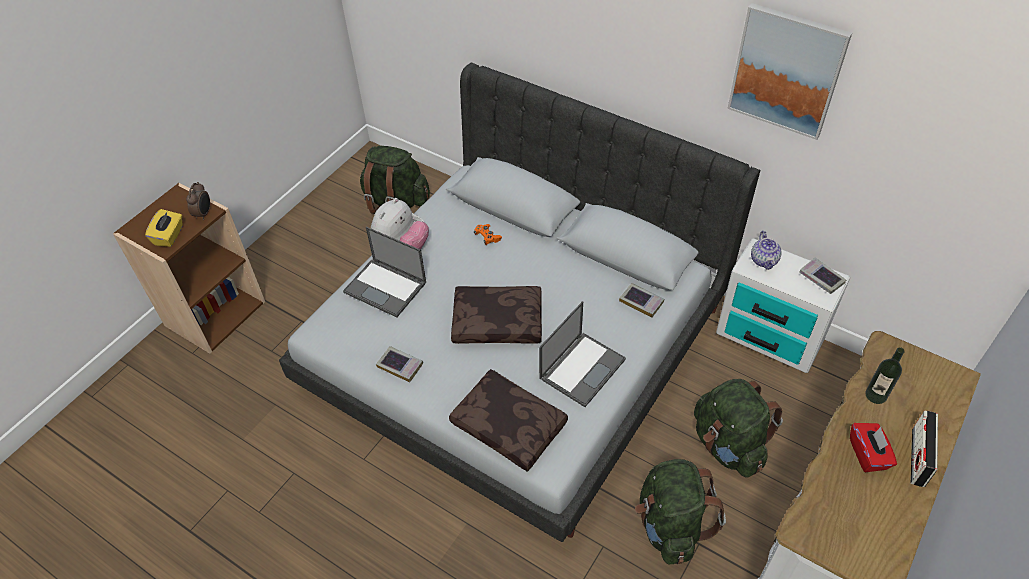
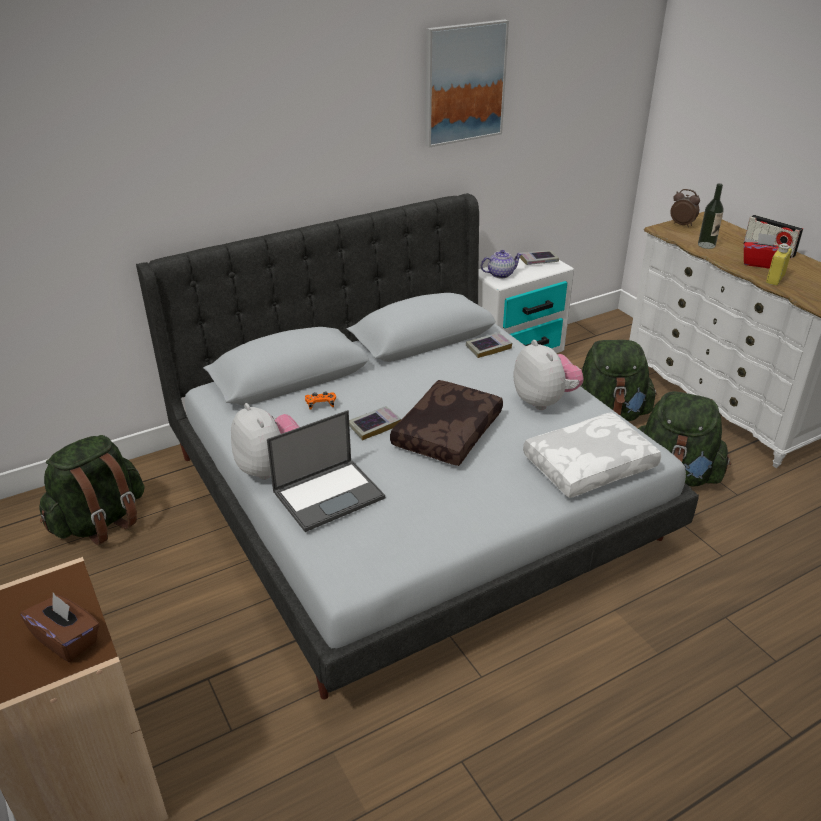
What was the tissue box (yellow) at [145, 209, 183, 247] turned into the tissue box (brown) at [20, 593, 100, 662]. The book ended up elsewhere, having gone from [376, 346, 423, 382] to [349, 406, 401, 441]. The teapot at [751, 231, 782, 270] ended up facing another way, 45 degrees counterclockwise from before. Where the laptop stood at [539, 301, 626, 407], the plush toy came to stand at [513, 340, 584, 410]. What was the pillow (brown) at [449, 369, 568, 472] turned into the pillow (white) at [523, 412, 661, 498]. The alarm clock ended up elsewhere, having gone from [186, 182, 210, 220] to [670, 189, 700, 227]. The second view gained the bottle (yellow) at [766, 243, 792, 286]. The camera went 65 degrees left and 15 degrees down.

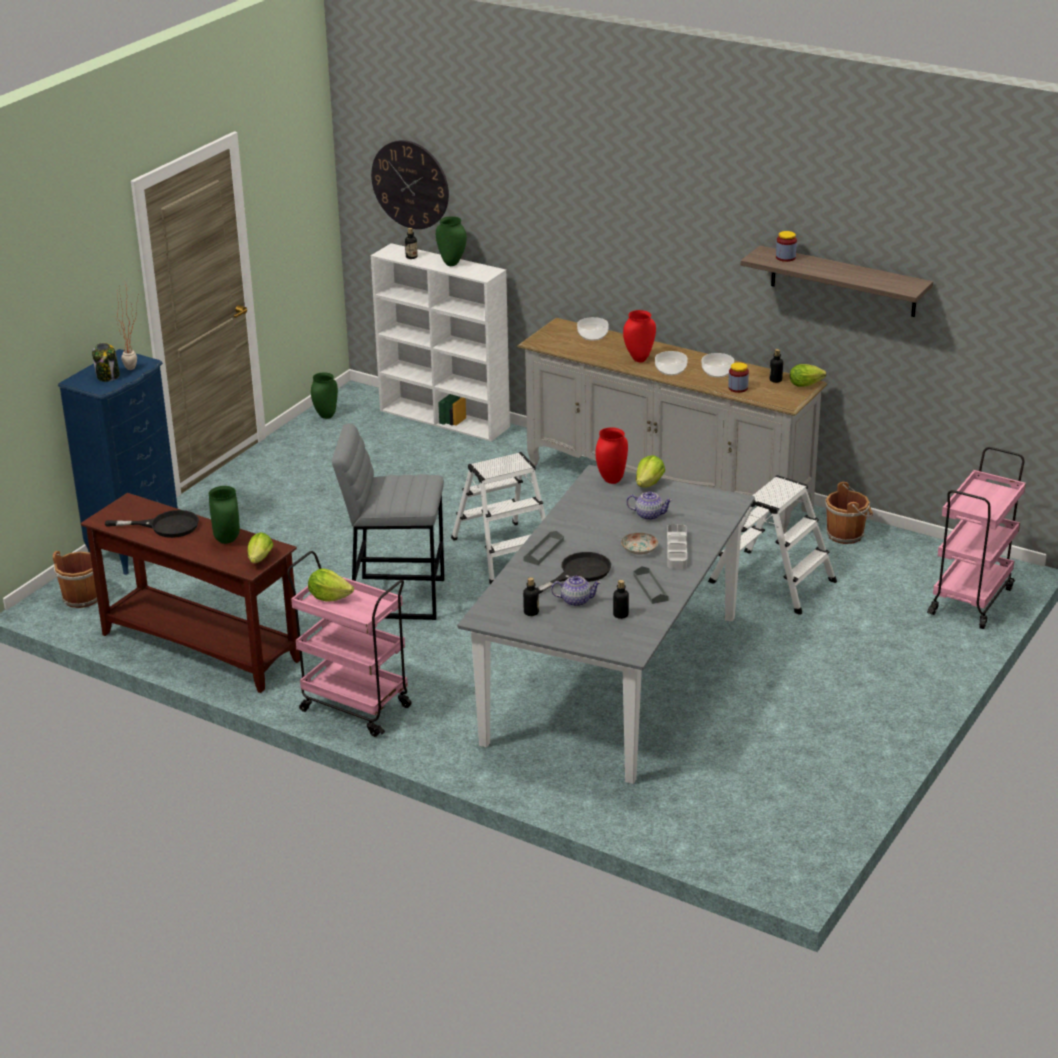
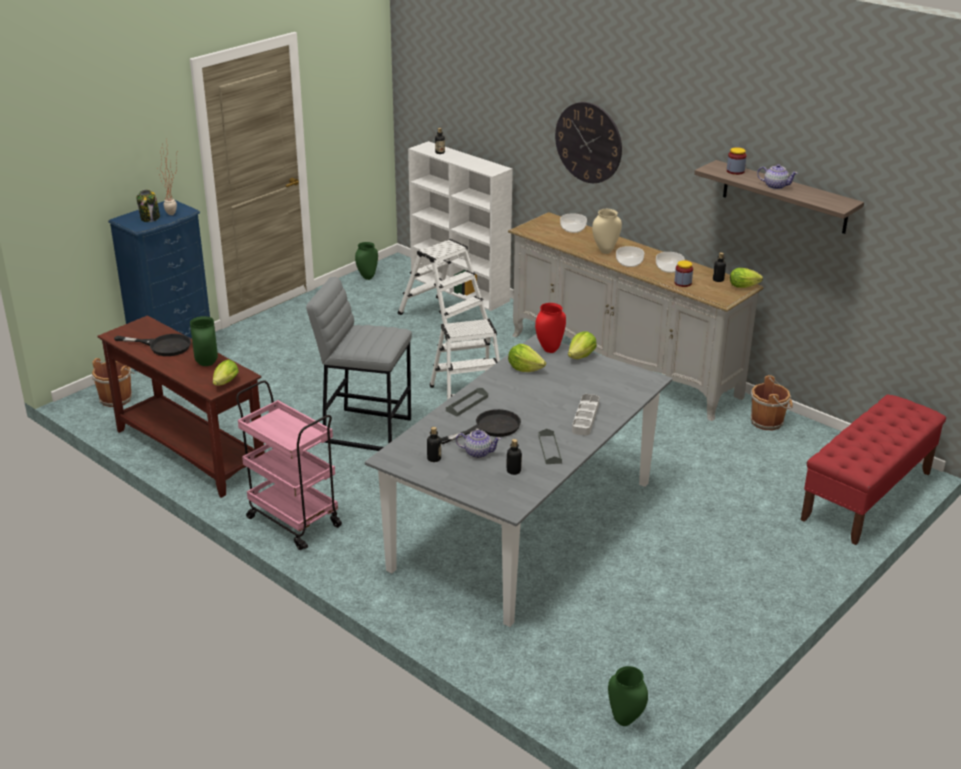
The step ladder (white) ended up elsewhere, having gone from [708, 475, 837, 615] to [398, 239, 488, 339]. The lettuce ended up elsewhere, having gone from [308, 568, 354, 602] to [508, 344, 546, 372]. The wall clock ended up elsewhere, having gone from [371, 140, 449, 229] to [555, 102, 622, 183]. What was the vase (red) at [623, 310, 656, 362] turned into the vase (beige) at [592, 209, 622, 254]. The vase (green) ended up elsewhere, having gone from [436, 216, 466, 266] to [608, 666, 648, 726]. The teapot ended up elsewhere, having gone from [626, 491, 673, 520] to [757, 164, 798, 190]. Where the cart (pink) stood at [927, 447, 1026, 629], the bench (red) came to stand at [801, 394, 946, 545]. The second view lost the plate at [621, 533, 658, 555]. The camera went 10 degrees right and 0 degrees up.

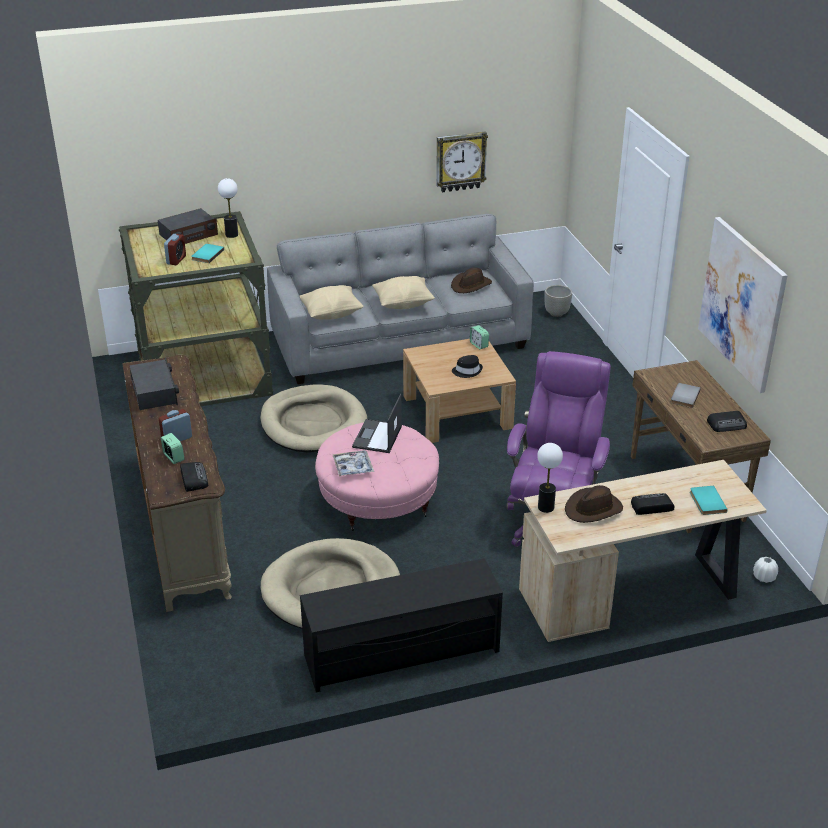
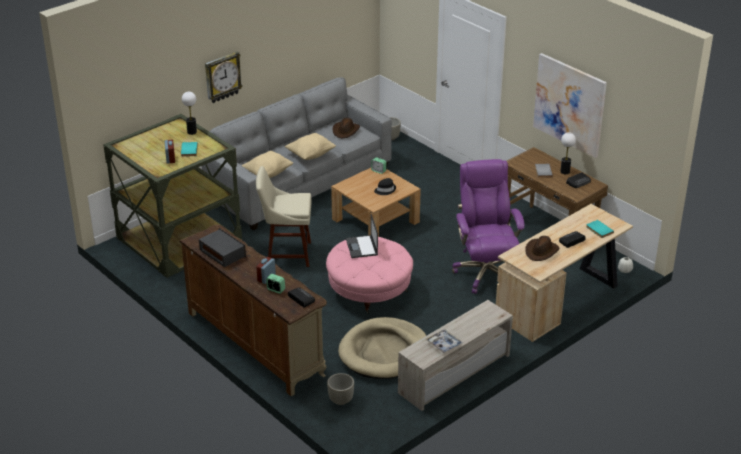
The wall clock ended up elsewhere, having gone from [436, 131, 488, 192] to [205, 51, 243, 103]. Where the dog bed (beige) stood at [260, 385, 367, 453], the stool (beige) came to stand at [256, 166, 312, 267]. The second view gained the planter (grey) at [327, 373, 354, 405]. What was the tv stand (black) at [300, 558, 503, 693] turned into the tv stand (white) at [398, 300, 513, 411]. The tray ended up elsewhere, having gone from [332, 450, 374, 477] to [425, 329, 463, 354]. The table lamp ended up elsewhere, having gone from [537, 443, 563, 513] to [560, 132, 576, 174]. The second view lost the radio at [158, 208, 218, 244]. The camera went 25 degrees left and 0 degrees up.

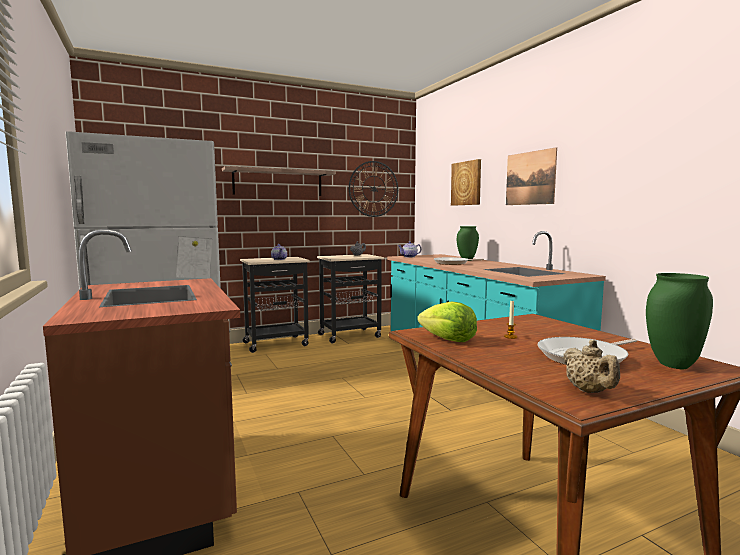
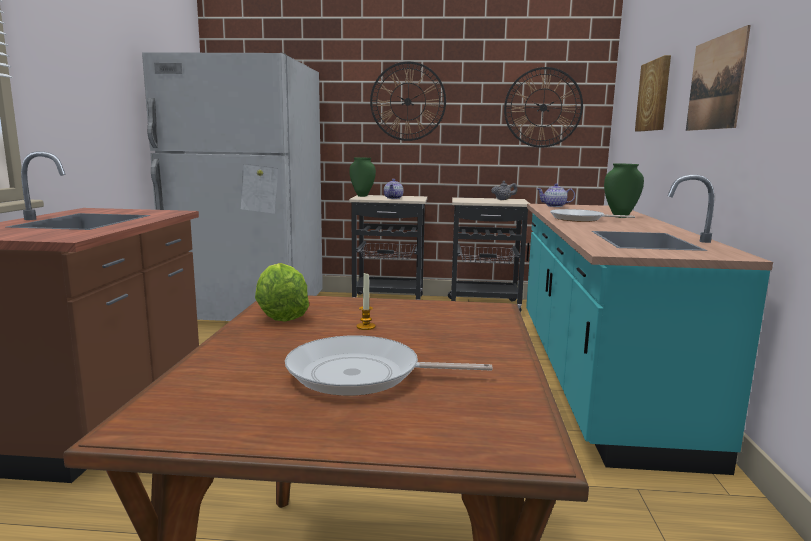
The vase (green) ended up elsewhere, having gone from [646, 273, 713, 369] to [349, 158, 376, 197]. Where the shelf hung at [222, 166, 336, 196], the wall clock came to hang at [370, 61, 446, 141]. The second view lost the teapot (beige) at [563, 340, 620, 393]. The camera went 30 degrees right and 5 degrees up.

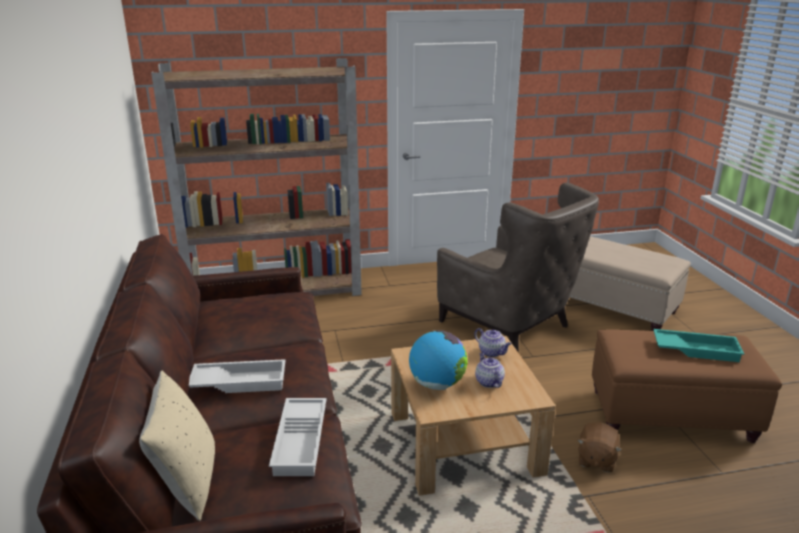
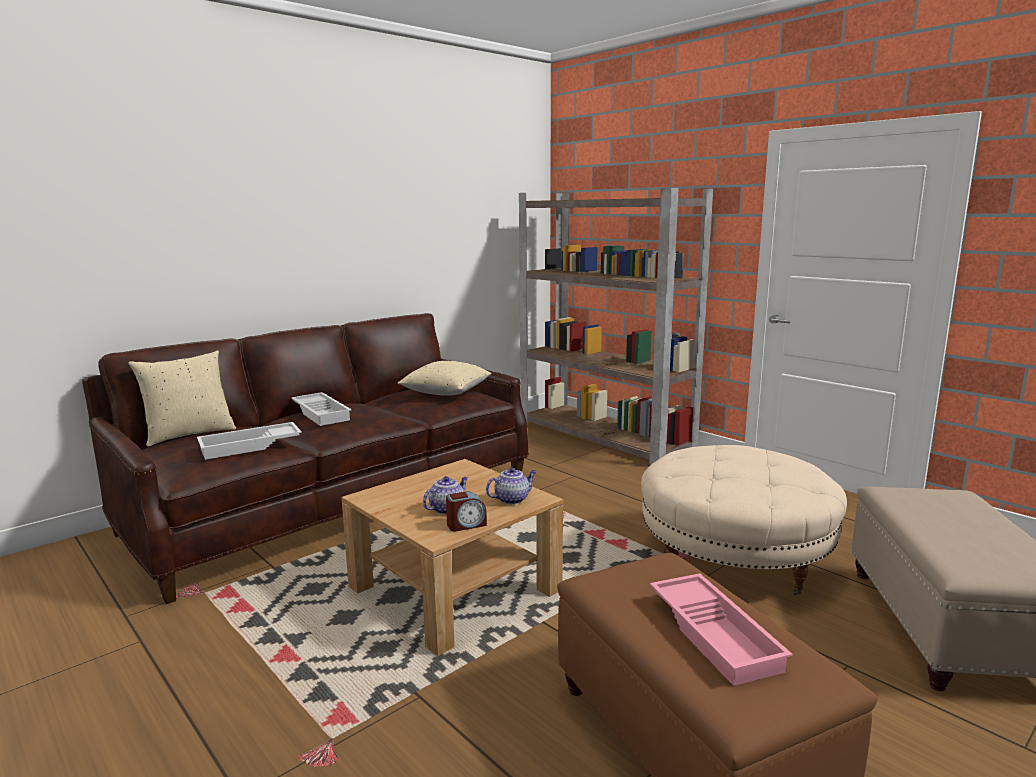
The second view gained the pillow (beige) at [398, 361, 492, 396]. The second view gained the alarm clock at [446, 491, 487, 531]. The teapot at [474, 328, 511, 357] ended up facing another way, 135 degrees counterclockwise from before. Where the armchair (grey) stood at [437, 182, 599, 353], the ottoman (beige) came to stand at [641, 445, 847, 595]. What was the tray (turquoise) at [653, 329, 744, 362] turned into the tray (pink) at [650, 573, 793, 686]. The second view lost the globe at [409, 330, 468, 390]. The second view lost the plush toy (brown) at [577, 422, 622, 473]. The camera went 60 degrees right and 10 degrees down.

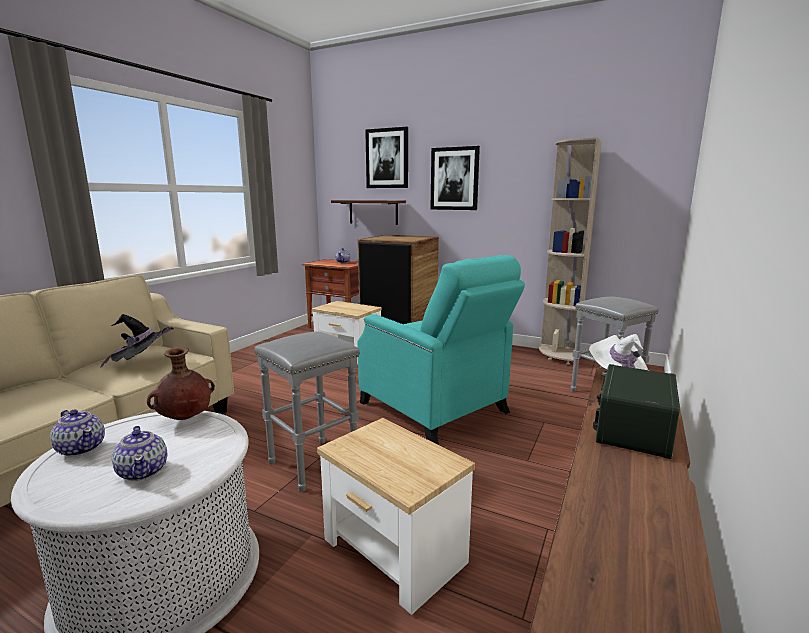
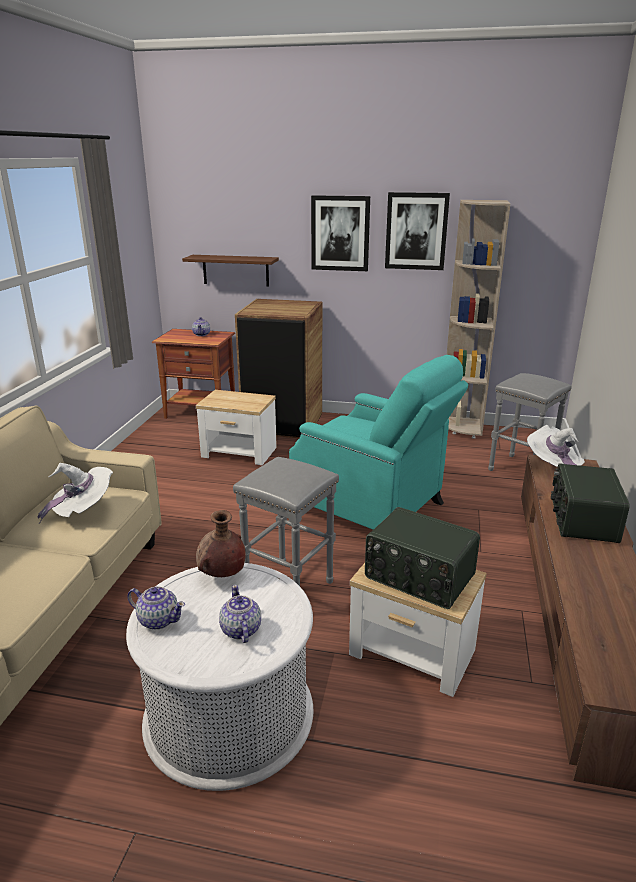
What was the hat (black) at [100, 314, 174, 368] turned into the hat (white) at [38, 463, 113, 524]. The teapot at [112, 426, 167, 481] ended up facing another way, 150 degrees counterclockwise from before. The second view gained the radio at [365, 507, 480, 609]. The picture ended up elsewhere, having gone from [365, 127, 408, 188] to [385, 192, 450, 270]. The camera went 15 degrees left and 10 degrees up.

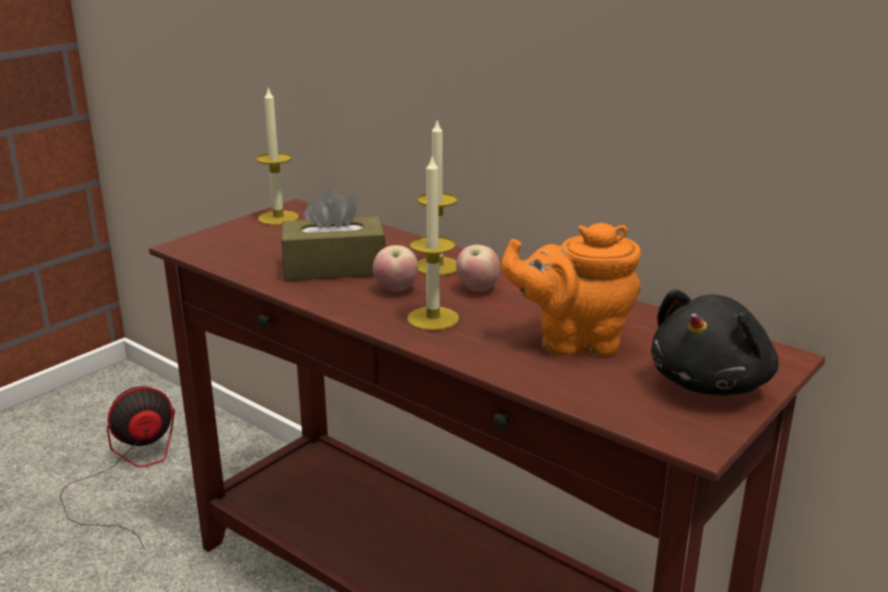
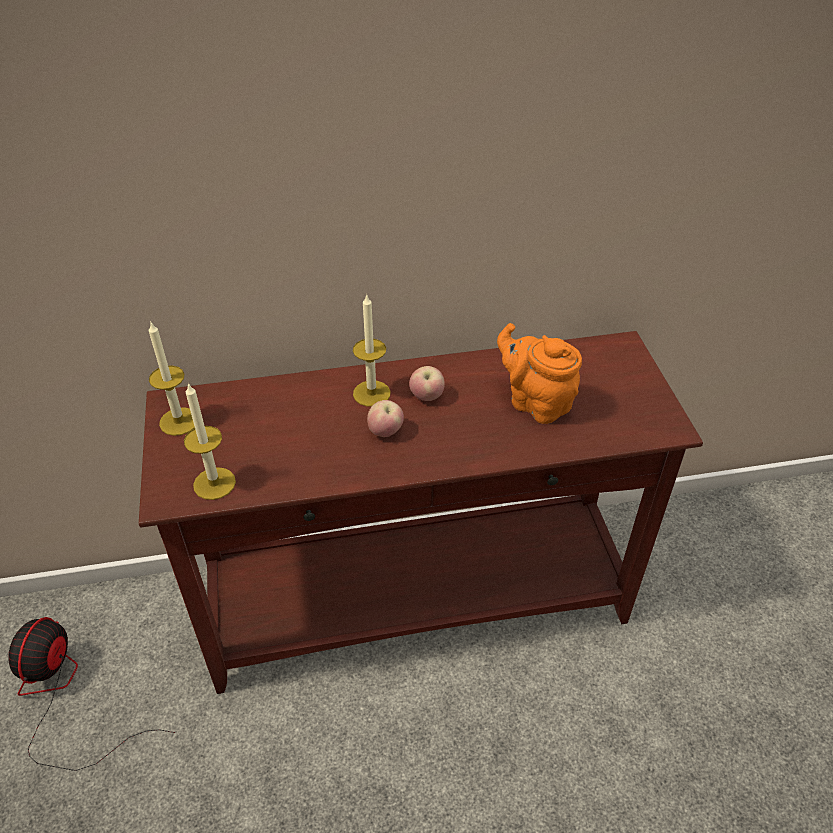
The candle ended up elsewhere, having gone from [407, 154, 459, 331] to [184, 383, 236, 500]. The teapot (orange) at [501, 223, 641, 356] ended up facing another way, 90 degrees clockwise from before. The second view lost the tissue box (brown) at [281, 188, 386, 281]. The second view lost the plush toy (black) at [651, 289, 779, 395]. The camera went 50 degrees left and 20 degrees up.

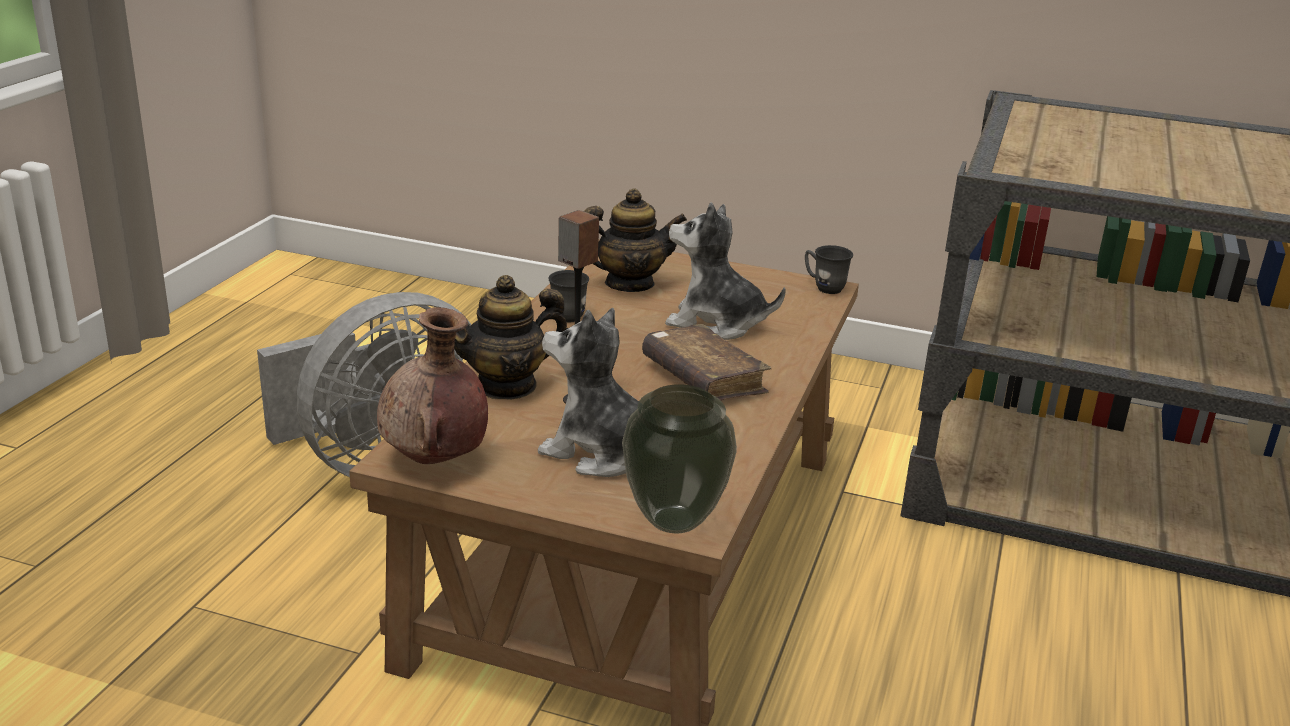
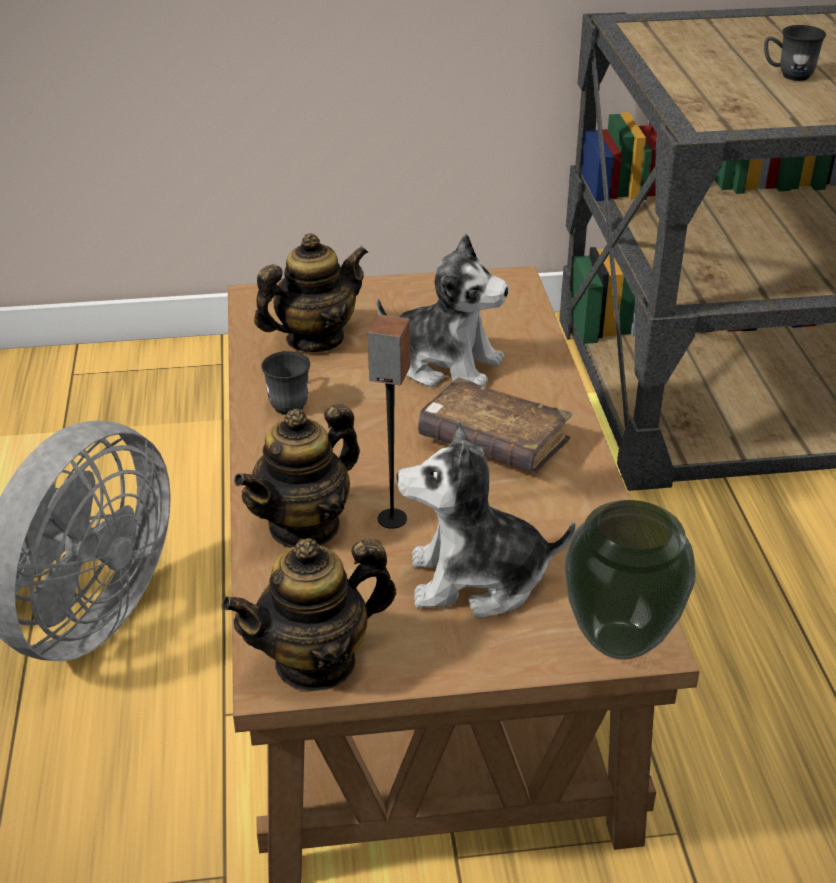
Where the vase (brown) stood at [377, 307, 488, 464], the teapot came to stand at [222, 538, 396, 692]. The plush toy at [665, 202, 786, 340] ended up facing another way, 150 degrees counterclockwise from before. The mug (grey) ended up elsewhere, having gone from [805, 245, 853, 294] to [764, 25, 826, 81]. The camera went 25 degrees left and 10 degrees up.

